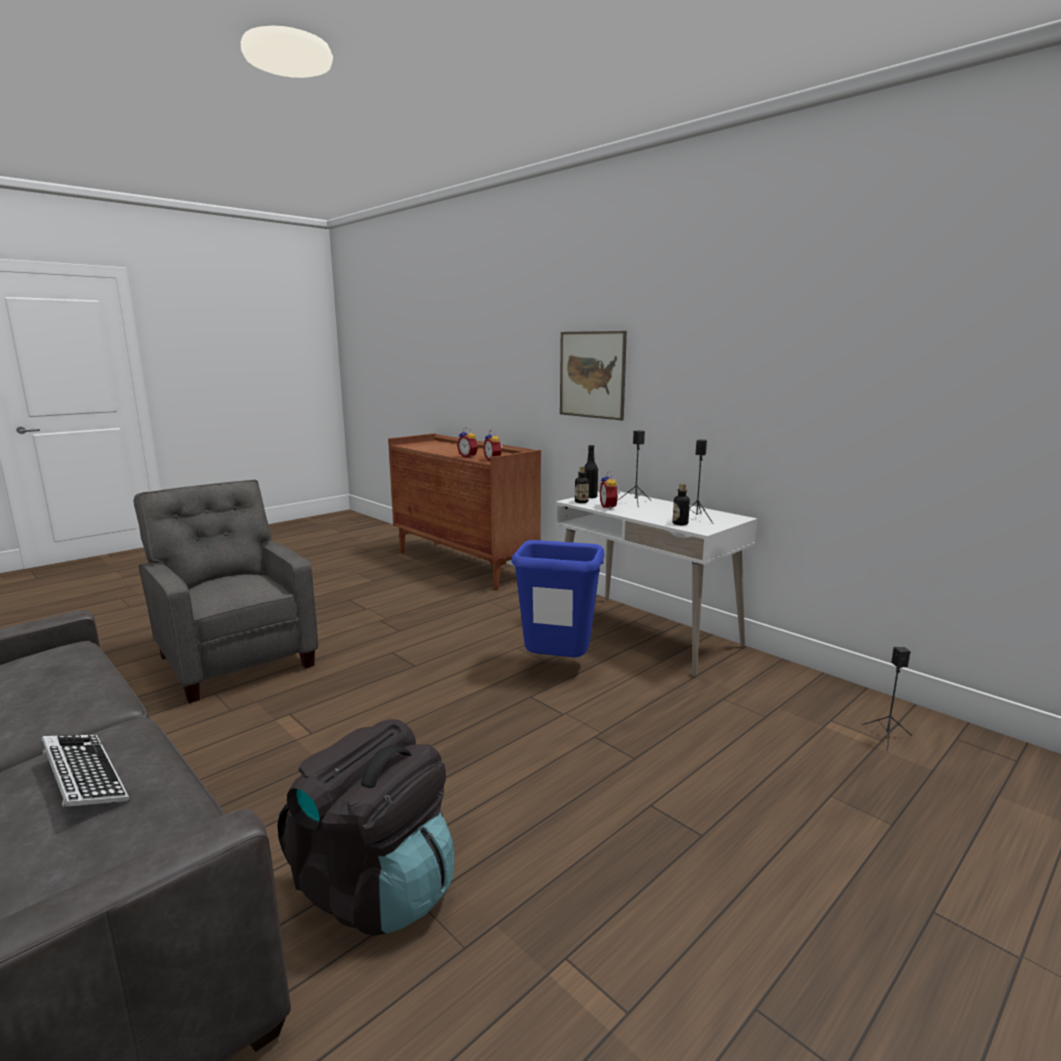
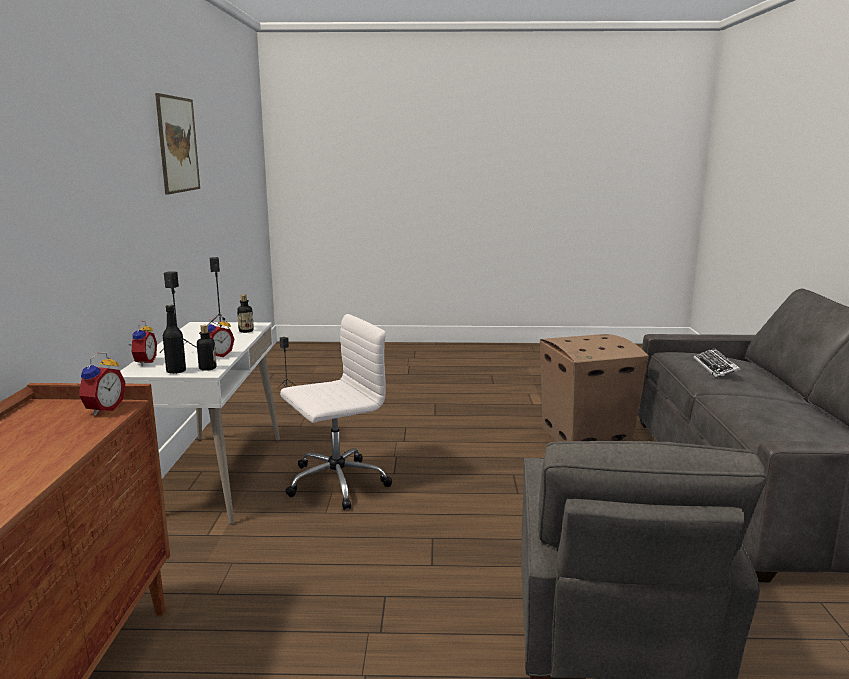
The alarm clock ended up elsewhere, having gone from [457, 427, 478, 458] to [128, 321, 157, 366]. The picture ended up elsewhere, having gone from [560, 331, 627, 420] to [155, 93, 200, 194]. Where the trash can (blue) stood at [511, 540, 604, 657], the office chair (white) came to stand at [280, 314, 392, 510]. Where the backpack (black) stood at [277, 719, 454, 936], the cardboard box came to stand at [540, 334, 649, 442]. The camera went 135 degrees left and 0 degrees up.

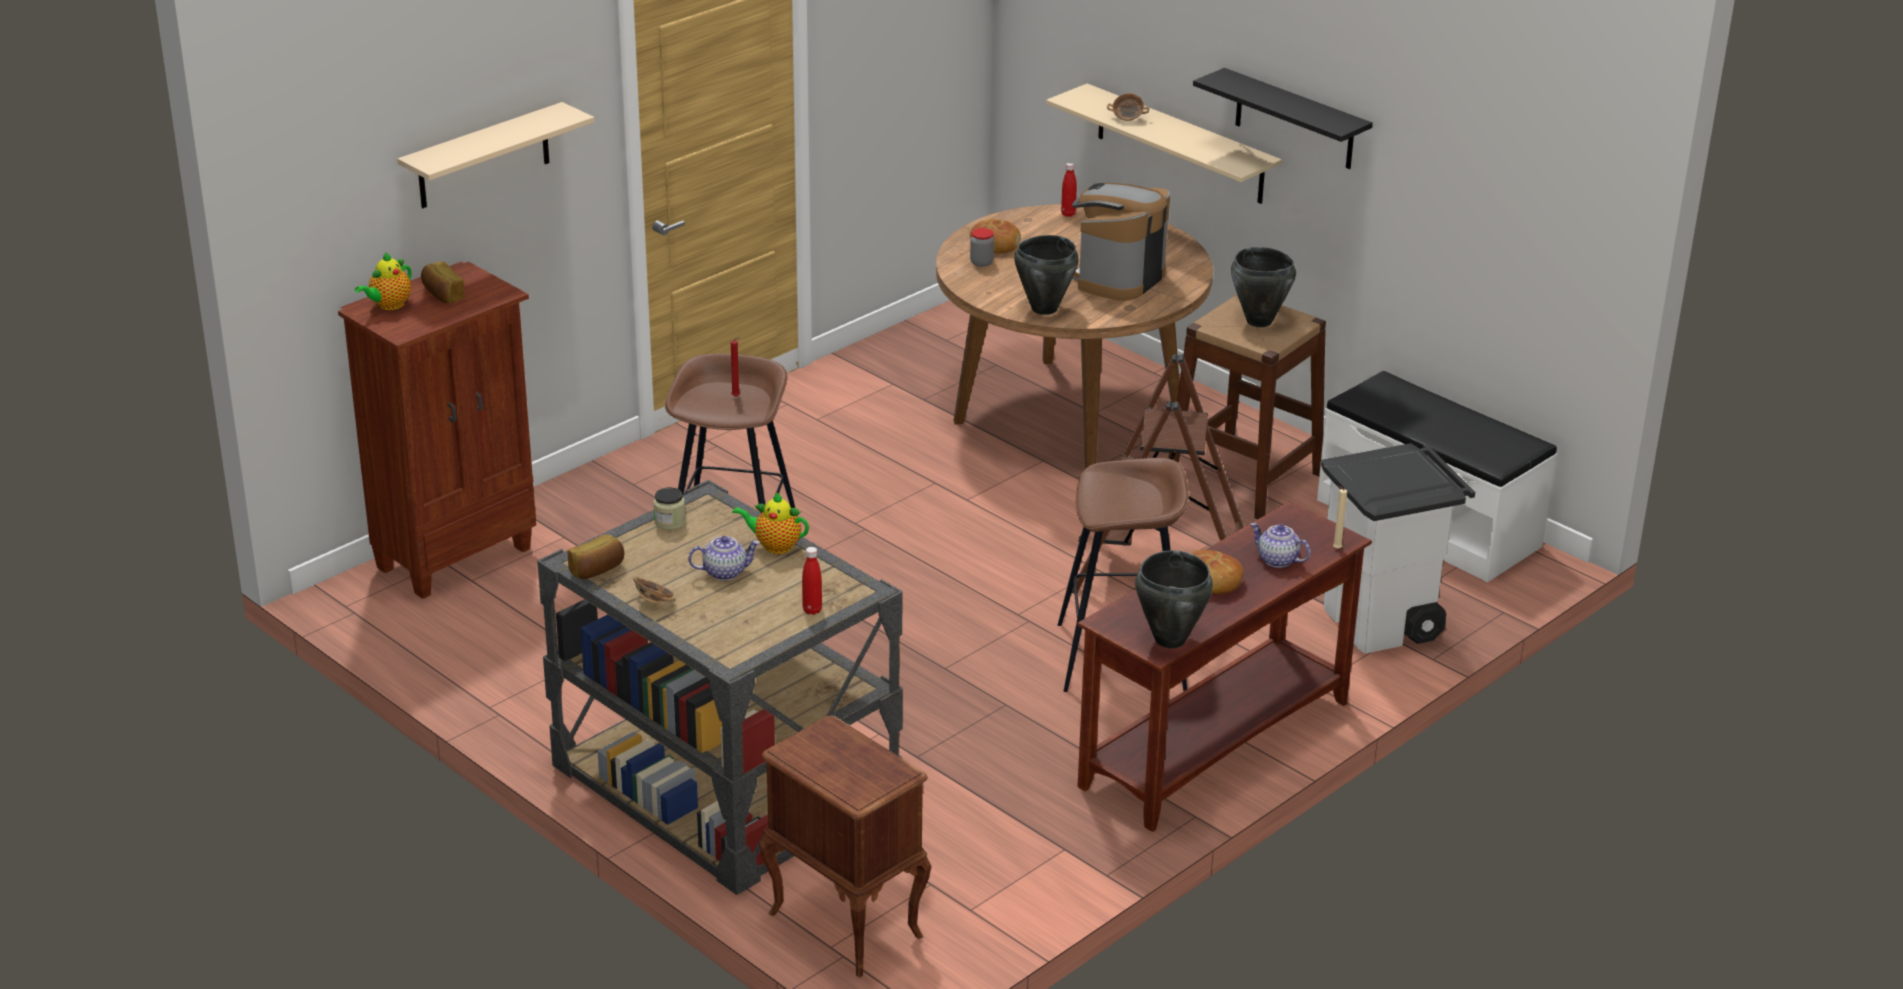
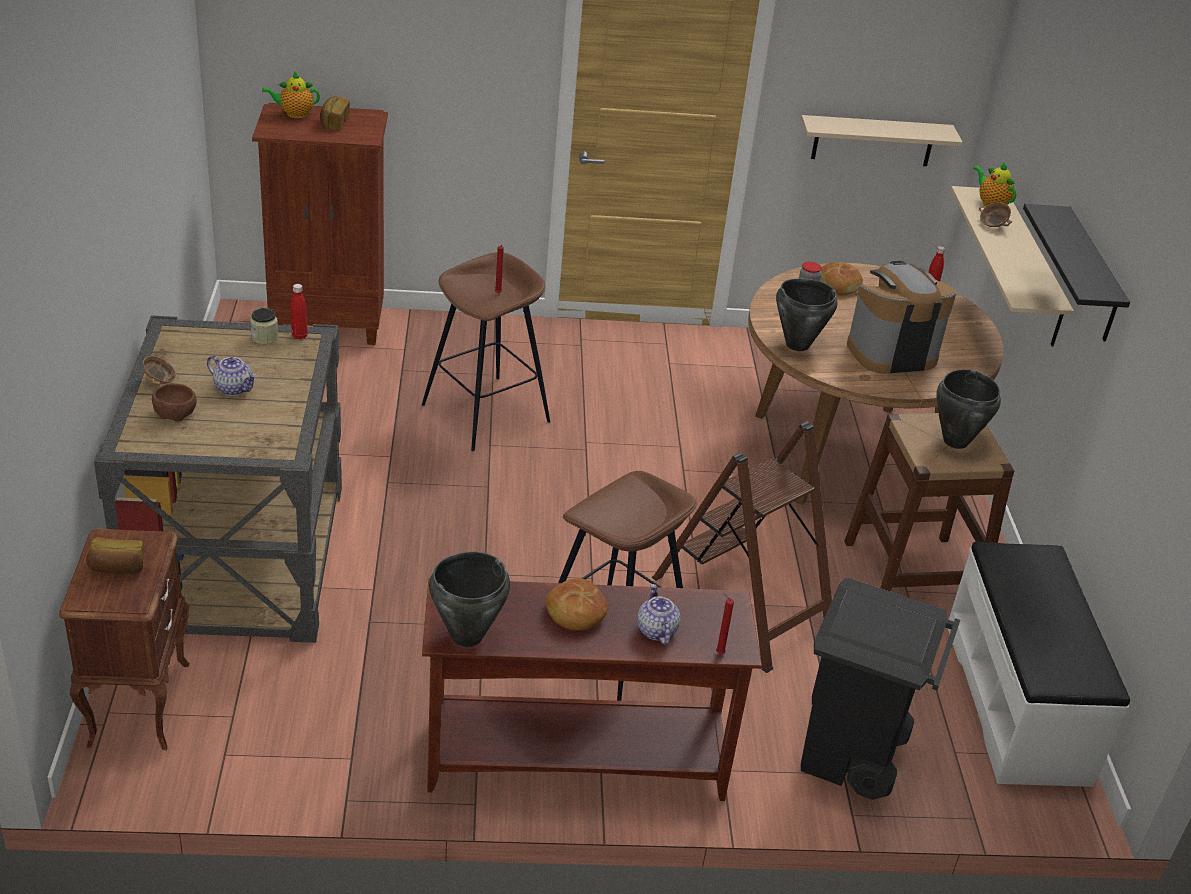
The bread ended up elsewhere, having gone from [568, 534, 624, 579] to [86, 537, 144, 574]. The second view gained the bowl (brown) at [152, 383, 197, 422]. The bottle (red) ended up elsewhere, having gone from [802, 547, 822, 615] to [291, 284, 308, 340]. What was the candle (beige) at [1333, 486, 1347, 549] turned into the candle (red) at [716, 593, 734, 654]. The shelf (beige) ended up elsewhere, having gone from [397, 102, 595, 208] to [801, 115, 963, 166]. What was the trash can (white) at [1321, 443, 1475, 654] turned into the trash can (black) at [801, 577, 960, 800]. The teapot ended up elsewhere, having gone from [732, 492, 809, 554] to [973, 162, 1016, 207]. The camera went 40 degrees right and 5 degrees up.

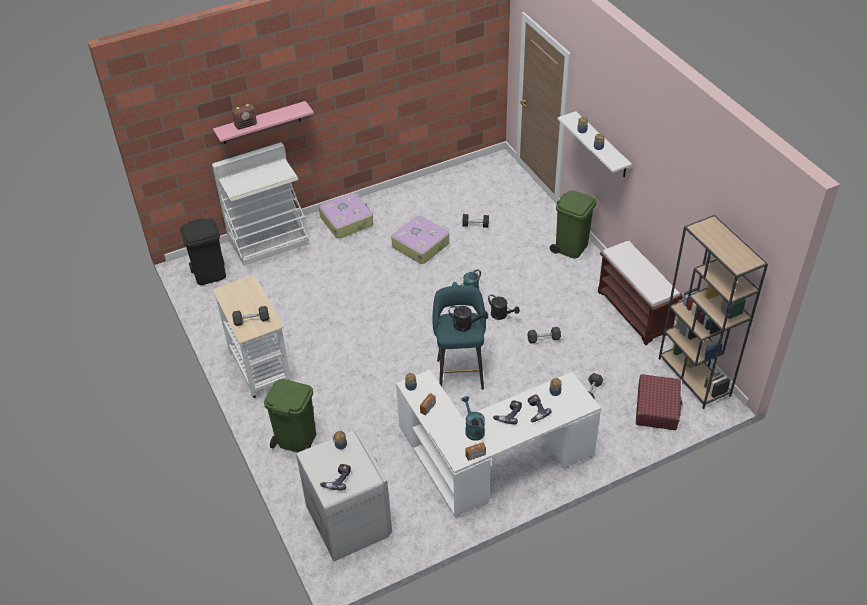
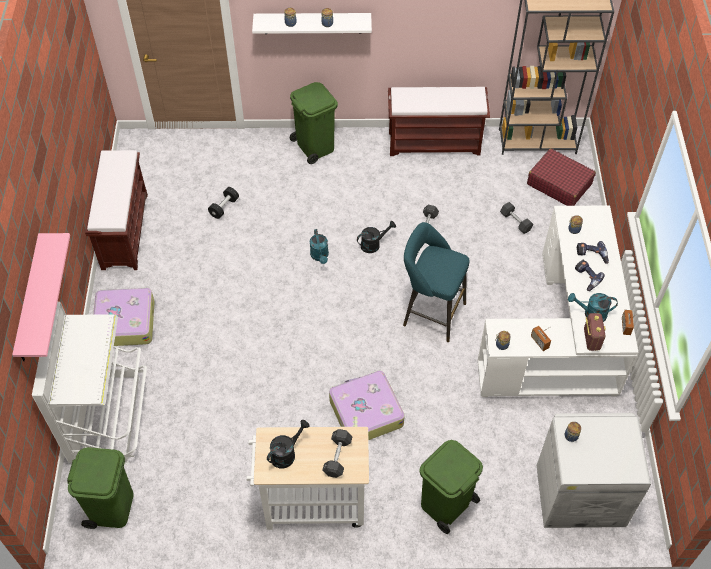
What was the trash can (black) at [180, 218, 226, 285] turned into the trash can (green) at [67, 447, 134, 529]. The second view gained the bench (brown) at [85, 150, 148, 270]. The watering can (black) ended up elsewhere, having gone from [449, 306, 488, 331] to [267, 420, 310, 469]. The suitcase ended up elsewhere, having gone from [391, 216, 449, 264] to [329, 370, 405, 440]. The radio ended up elsewhere, having gone from [232, 104, 257, 130] to [584, 313, 606, 351]. The second view lost the power drill at [320, 464, 351, 491]. The camera went 65 degrees left and 10 degrees up.

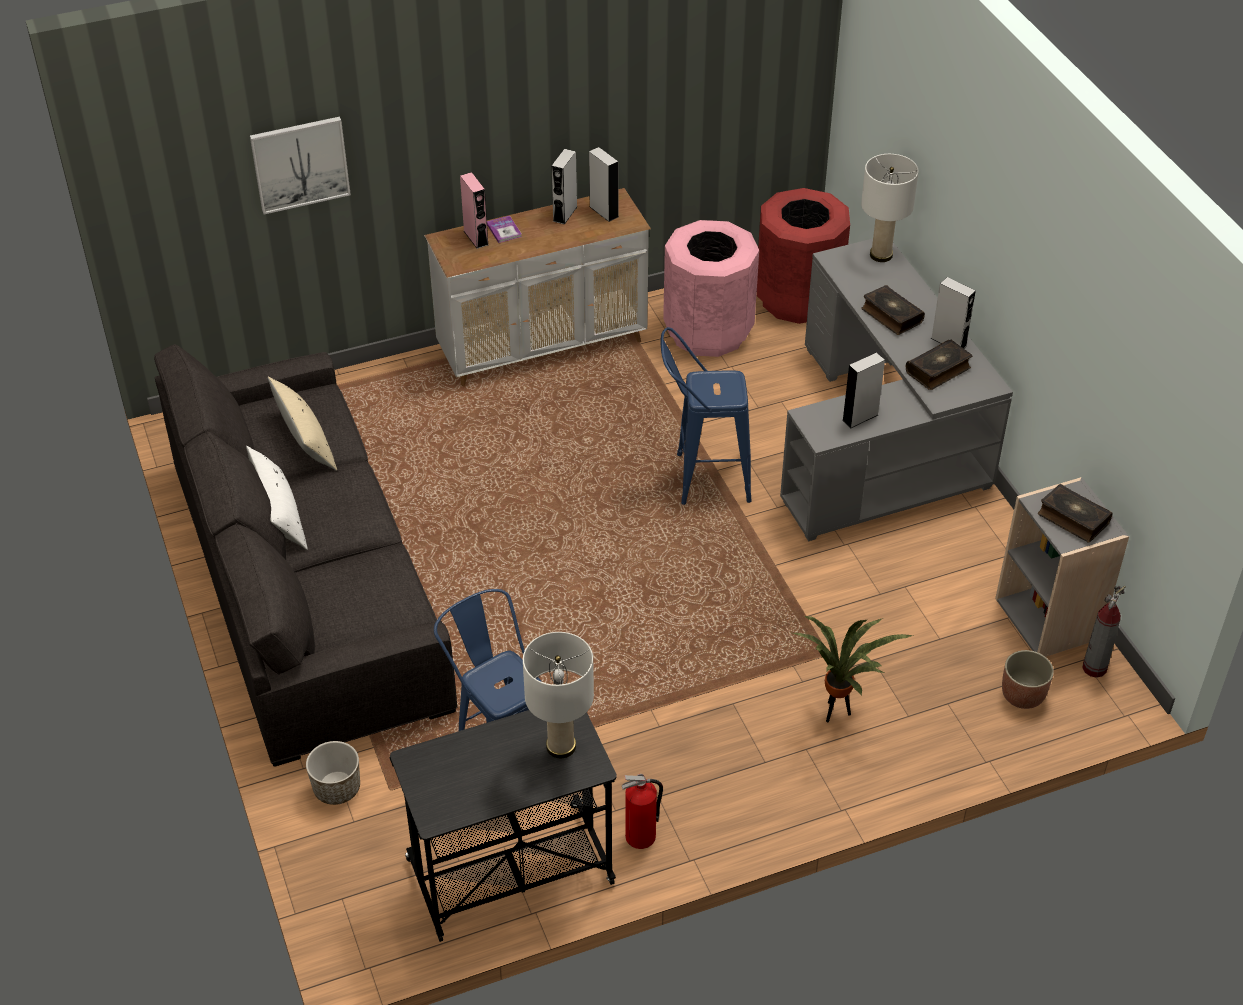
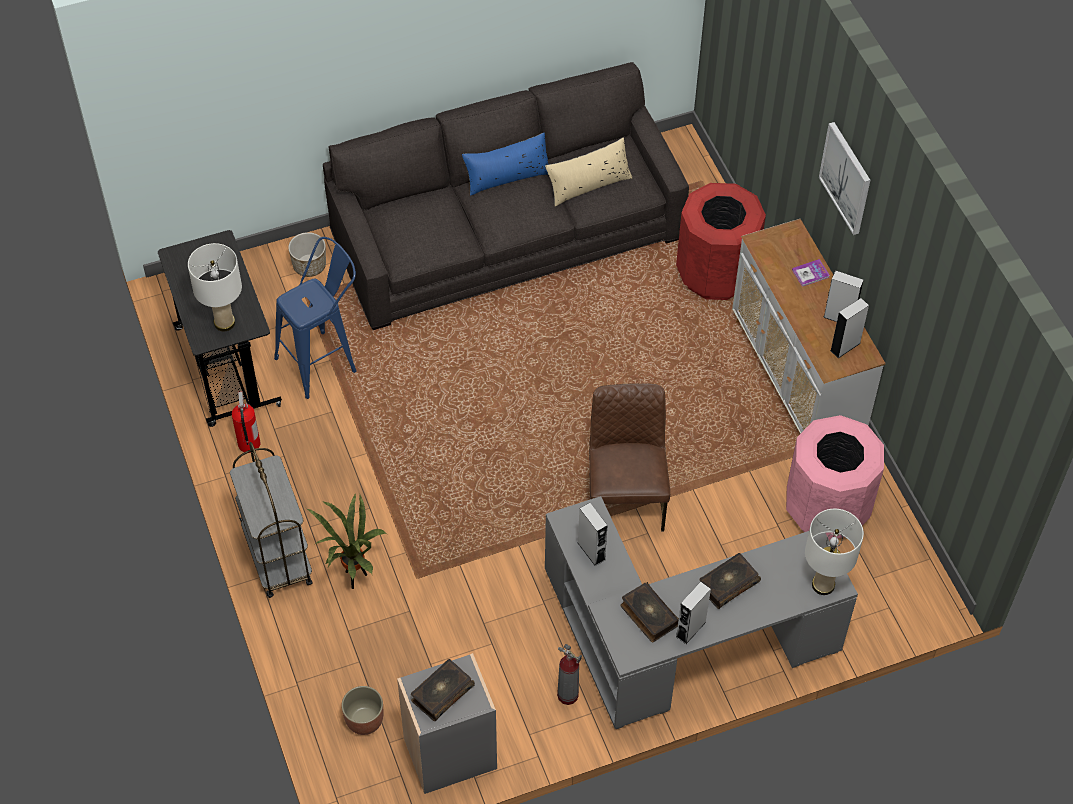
The second view gained the cart (grey) at [230, 442, 313, 598]. What was the pillow (white) at [246, 446, 308, 550] turned into the pillow (blue) at [462, 133, 549, 196]. The fire extinguisher ended up elsewhere, having gone from [1082, 586, 1126, 678] to [557, 644, 582, 705]. Where the stool (blue) stood at [661, 327, 752, 505], the chair (brown) came to stand at [589, 384, 670, 531]. The trash can (red) ended up elsewhere, having gone from [757, 188, 850, 324] to [676, 183, 766, 300]. The picture ended up elsewhere, having gone from [250, 117, 351, 215] to [819, 122, 870, 235]. The second view lost the speaker (pink) at [460, 172, 488, 249]. The camera went 90 degrees right and 10 degrees up.

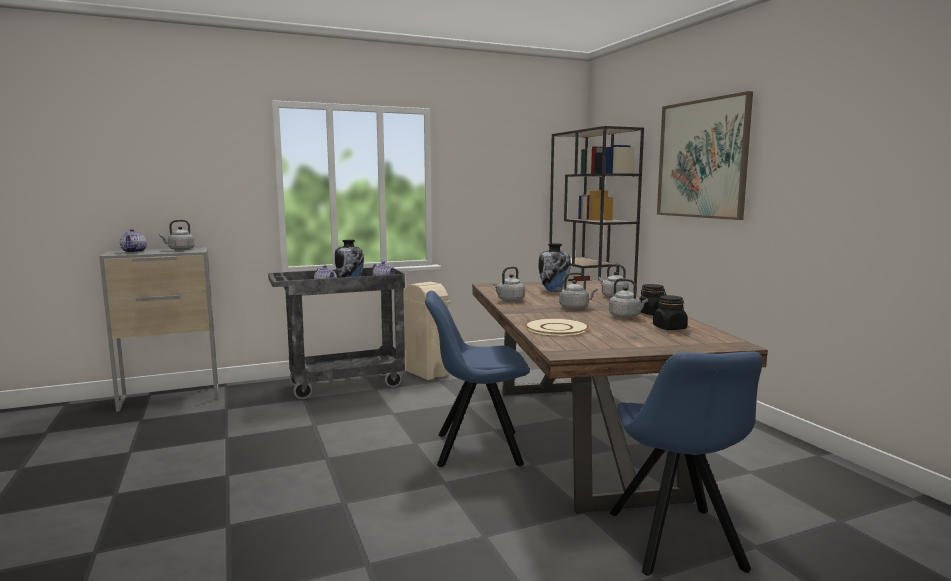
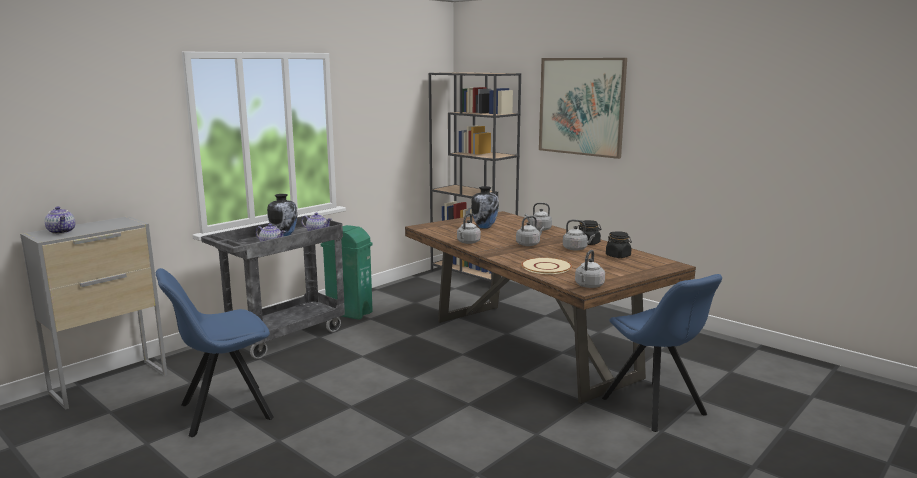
The chair (blue) ended up elsewhere, having gone from [425, 291, 530, 467] to [156, 268, 274, 437]. What was the trash can (beige) at [403, 282, 450, 380] turned into the trash can (green) at [321, 225, 373, 320]. The kettle (grey) ended up elsewhere, having gone from [159, 220, 195, 250] to [575, 250, 605, 288]. The camera went 25 degrees left and 5 degrees up.

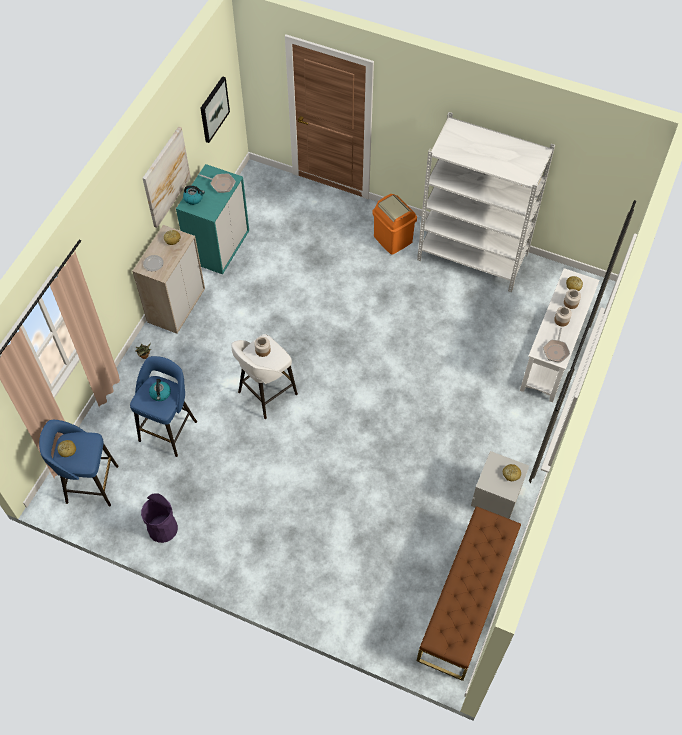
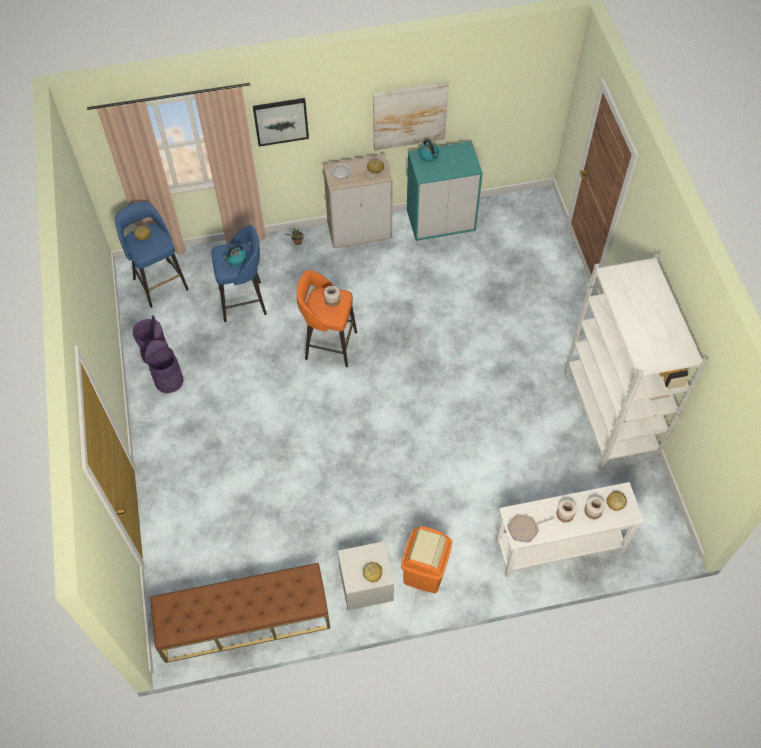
The second view gained the trash can (purple) at [145, 340, 183, 393]. The picture ended up elsewhere, having gone from [200, 76, 230, 143] to [253, 98, 309, 147]. What was the stool (white) at [231, 334, 298, 419] turned into the stool (orange) at [297, 270, 357, 367]. The trash can (orange) ended up elsewhere, having gone from [372, 194, 417, 255] to [401, 526, 452, 593]. The second view lost the frying pan at [199, 174, 236, 193]. The camera went 55 degrees right and 0 degrees up.

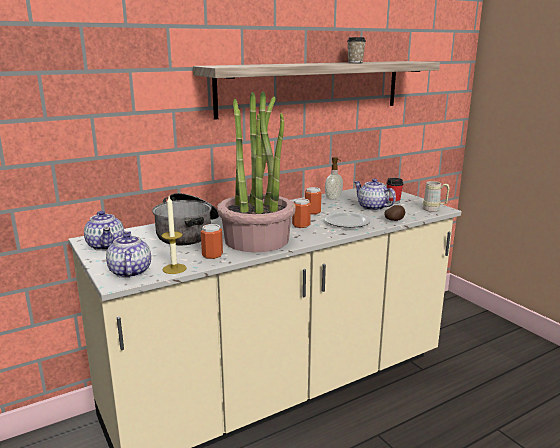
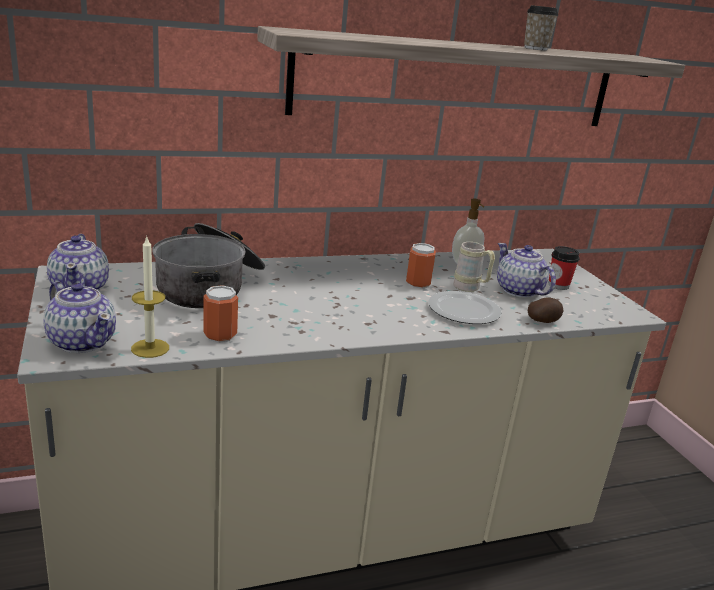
The teapot at [106, 231, 151, 278] ended up facing another way, 135 degrees clockwise from before. The mug (beige) ended up elsewhere, having gone from [423, 181, 450, 212] to [453, 242, 495, 292]. The second view lost the potted plant at [217, 91, 296, 252]. The second view lost the can at [292, 198, 311, 229]. The camera went 10 degrees right and 5 degrees up.

